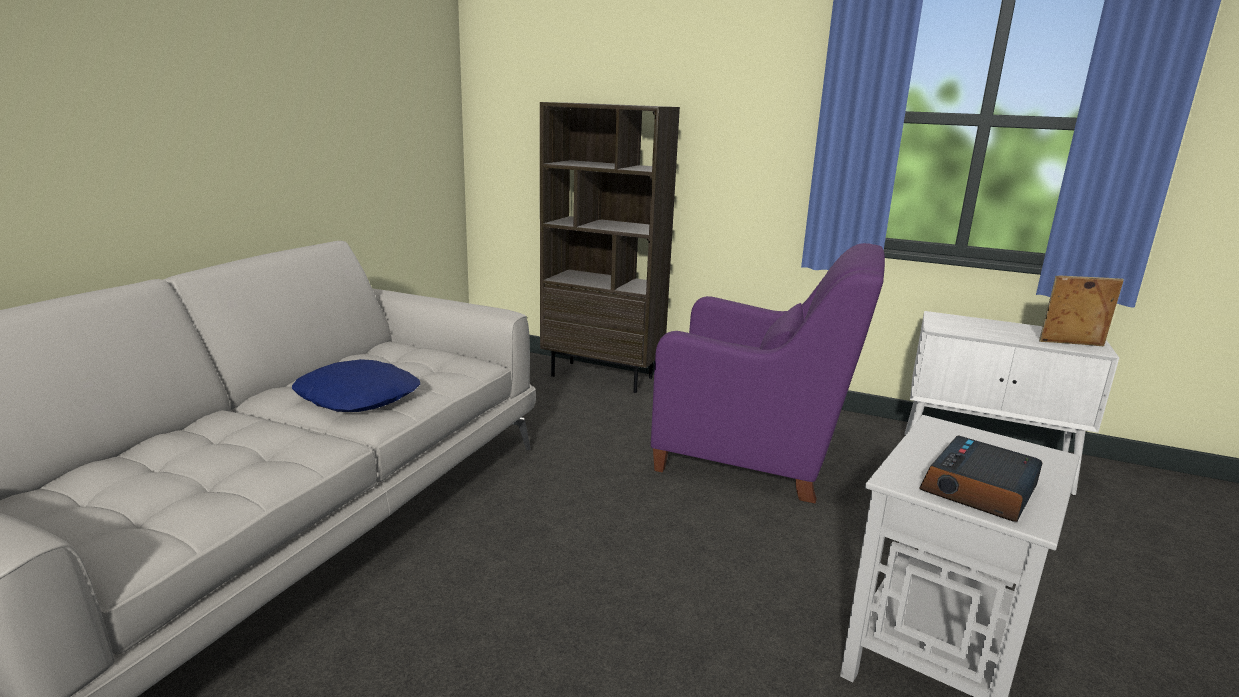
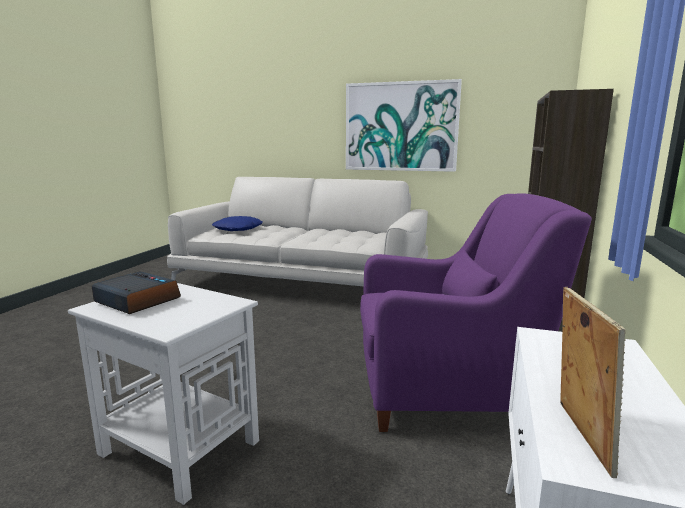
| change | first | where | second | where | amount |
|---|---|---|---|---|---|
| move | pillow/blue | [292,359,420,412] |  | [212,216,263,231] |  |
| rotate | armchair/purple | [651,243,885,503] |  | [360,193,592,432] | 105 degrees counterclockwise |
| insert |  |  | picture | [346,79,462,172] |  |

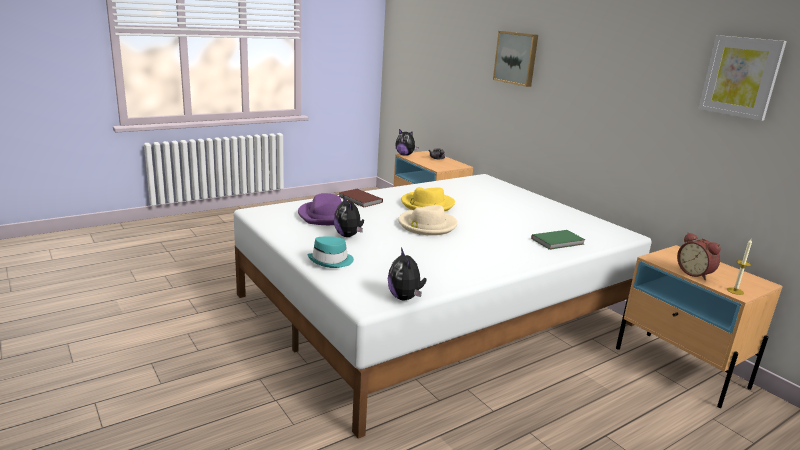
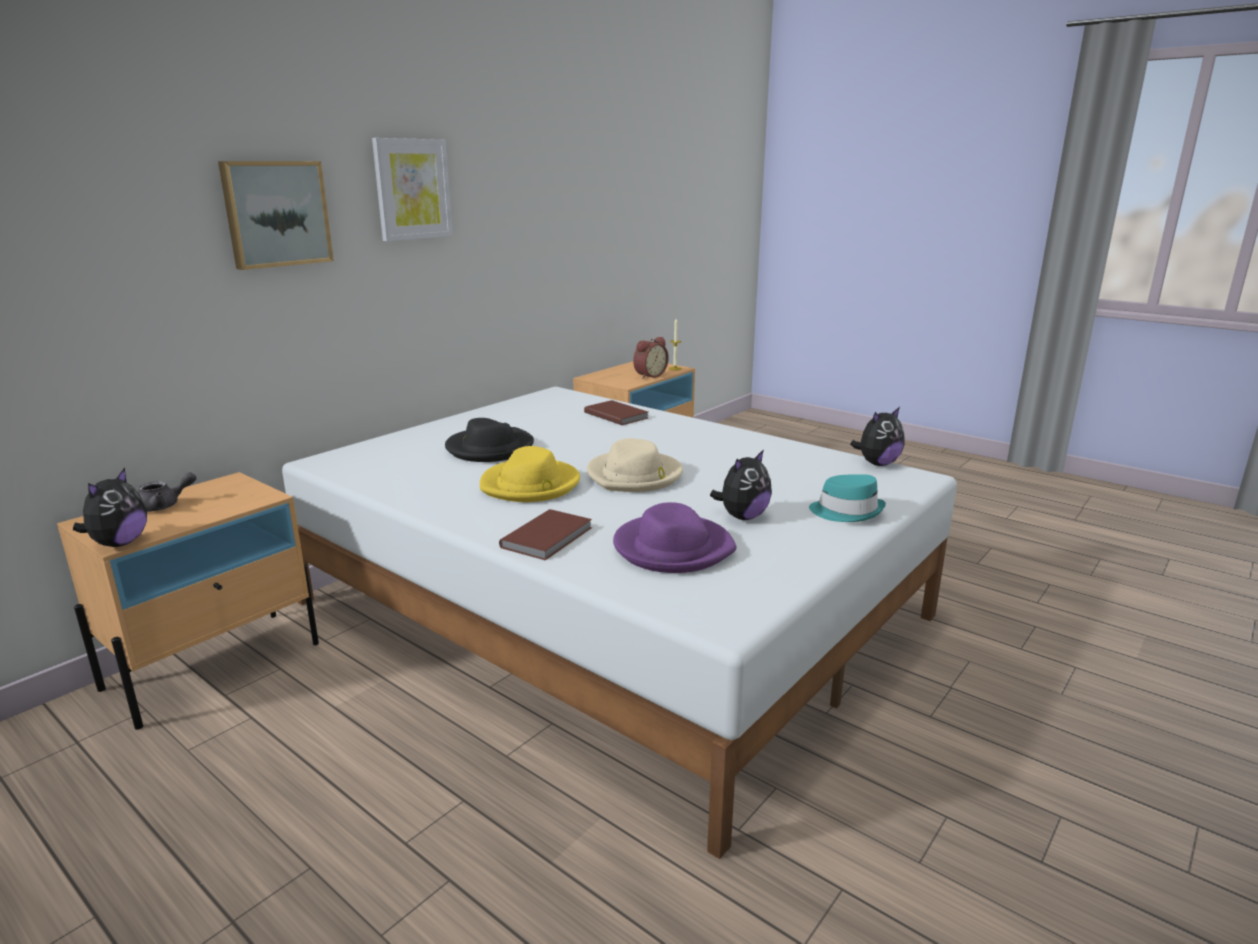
| change | first | where | second | where | amount |
|---|---|---|---|---|---|
| recolor | book/green | [531,230,585,250] | book/brown | [584,400,648,425] |  |
| move | picture | [698,35,787,121] |  | [372,138,453,241] |  |
| insert |  |  | hat/black | [445,418,534,462] |  |

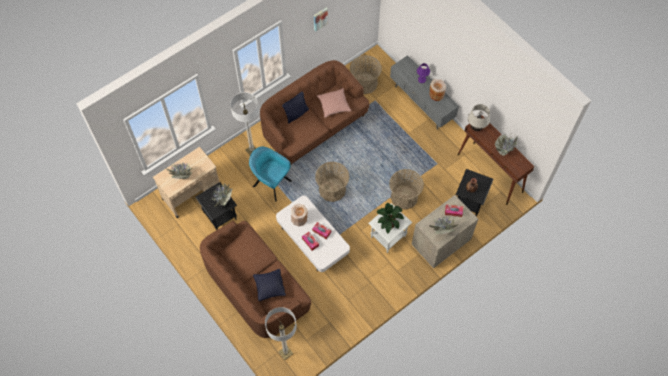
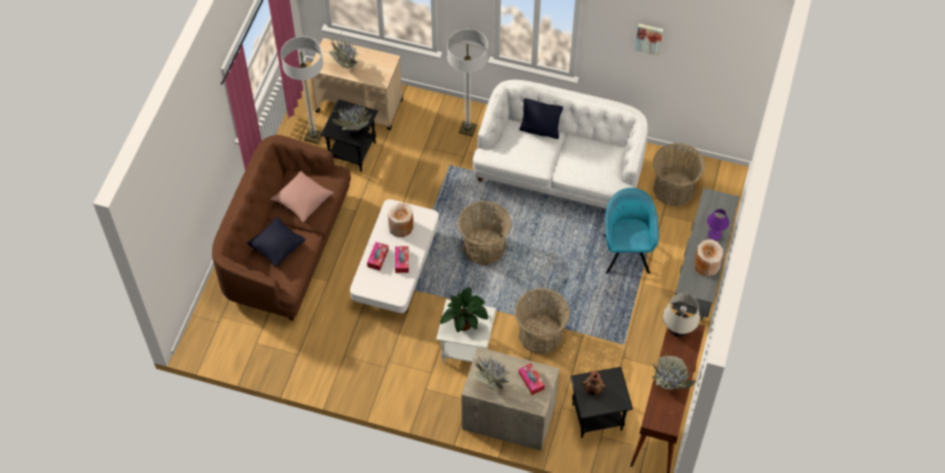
| change | first | where | second | where | amount |
|---|---|---|---|---|---|
| move | armchair/turquoise | [249,146,292,201] |  | [604,188,659,274] |  |
| recolor | sofa/brown | [260,60,369,164] | sofa/white | [473,80,648,209] |  |
| move | floor lamp | [265,307,297,360] |  | [281,36,323,144] |  |
| move | pillow/pink | [317,88,351,118] |  | [270,171,334,223] |  |

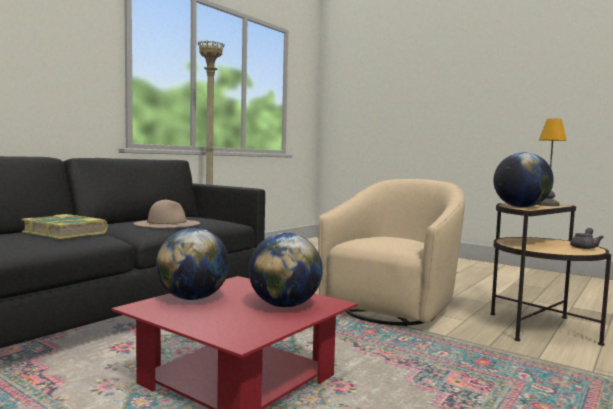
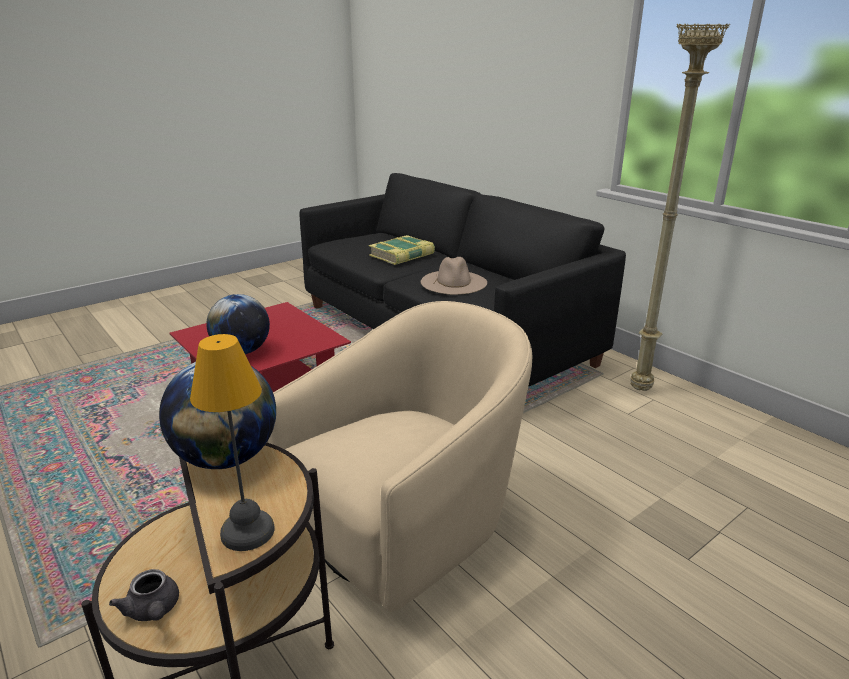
| change | first | where | second | where | amount |
|---|---|---|---|---|---|
| delete | globe | [156,228,230,300] |  |  |  |
| rotate | armchair/beige | [318,179,465,326] |  | [267,301,532,612] | 90 degrees counterclockwise |

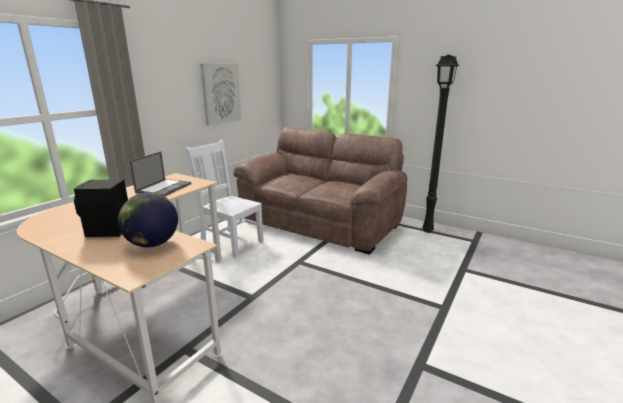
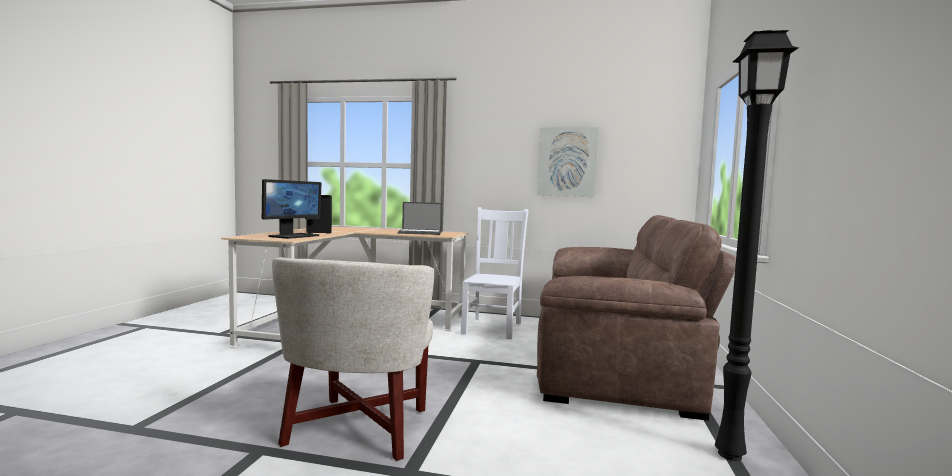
| change | first | where | second | where | amount |
|---|---|---|---|---|---|
| replace | globe | [118,192,178,247] | monitor | [262,179,321,239] |  |
| insert |  |  | armchair/white | [272,257,434,461] |  |

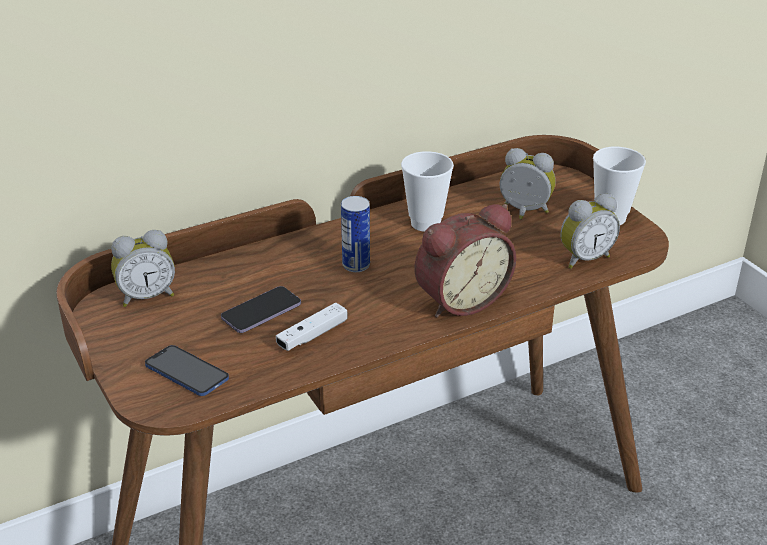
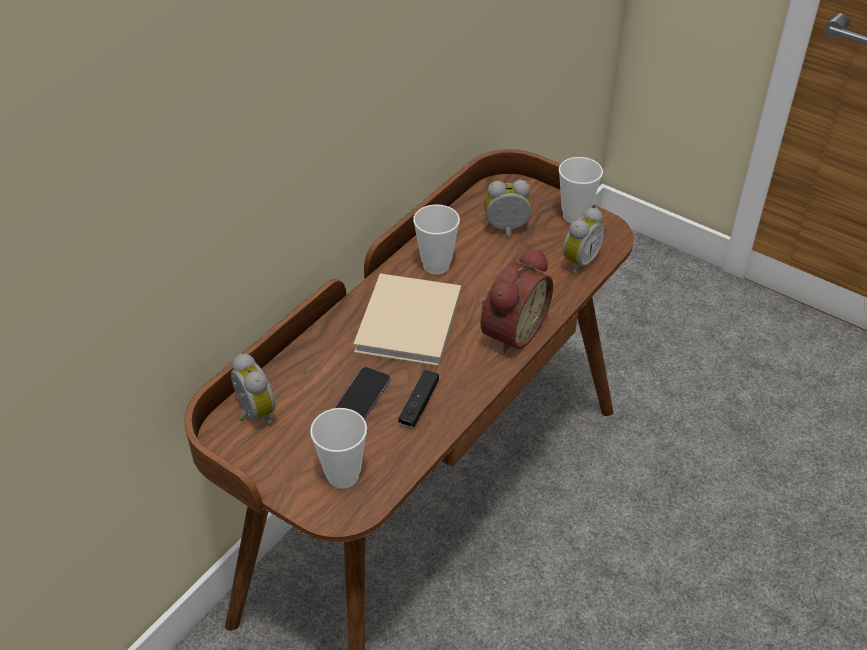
| change | first | where | second | where | amount |
|---|---|---|---|---|---|
| rotate | alarm clock | [111,230,175,307] |  | [231,354,276,426] | 75 degrees counterclockwise |
| replace | phone | [145,345,229,396] | cup | [310,408,367,489] |  |
| recolor | game controller/white | [276,302,348,351] | game controller/black | [399,370,439,427] |  |
| replace | can | [341,196,370,272] | book/beige | [353,273,461,366] |  |

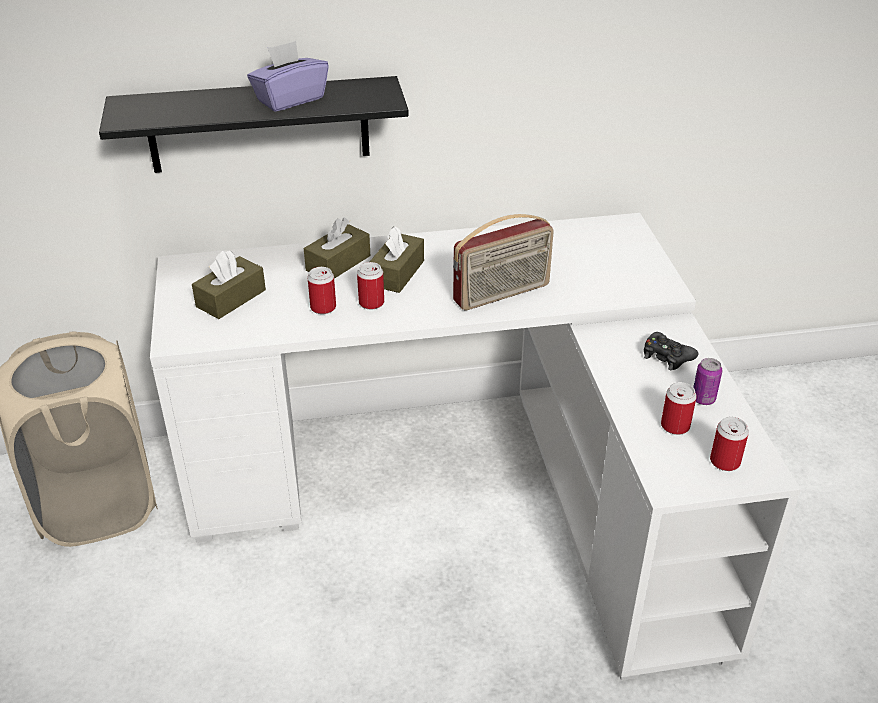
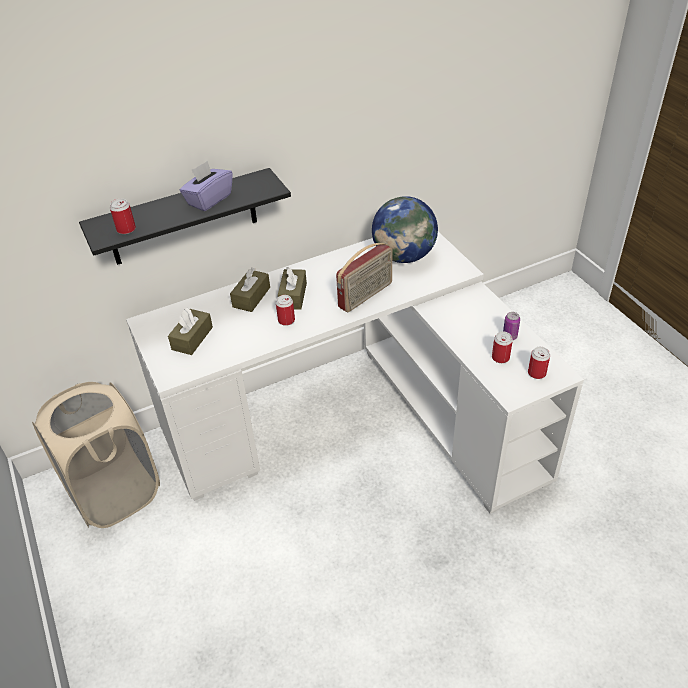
| change | first | where | second | where | amount |
|---|---|---|---|---|---|
| move | can | [307,267,336,314] |  | [110,198,136,234] |  |
| delete | game controller/black | [644,332,698,370] |  |  |  |
| insert |  |  | globe | [372,196,438,263] |  |

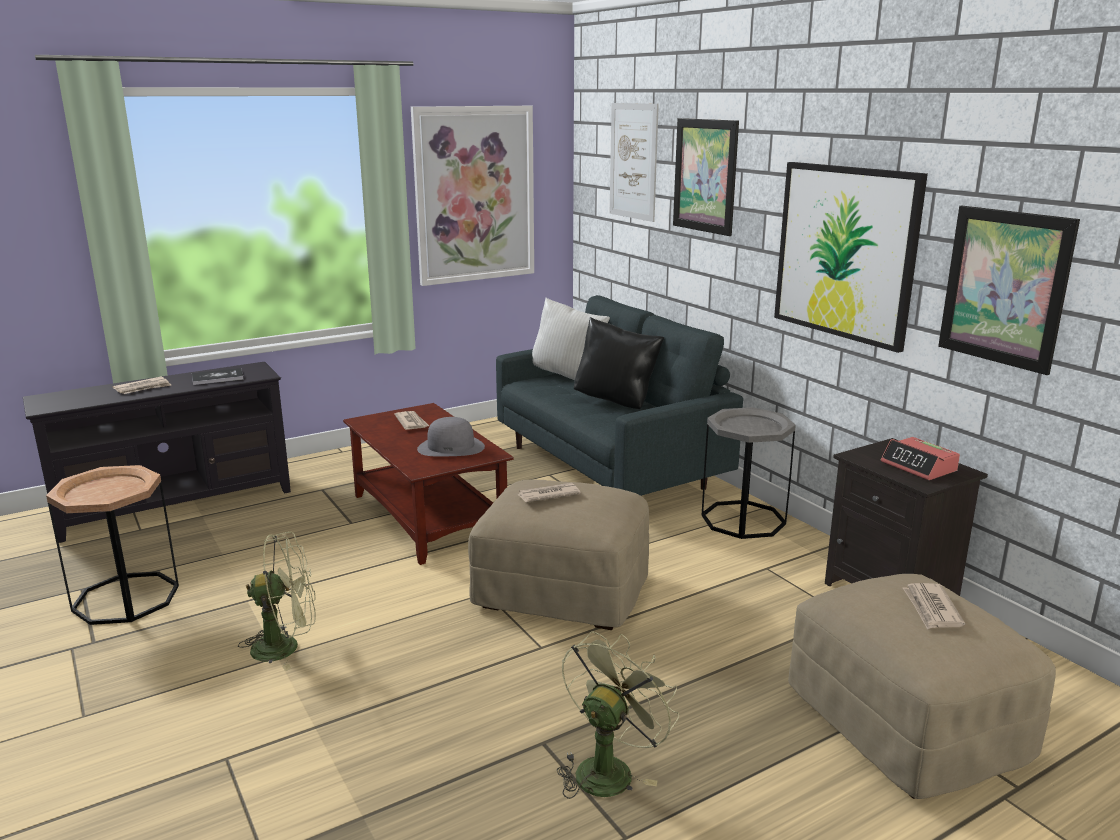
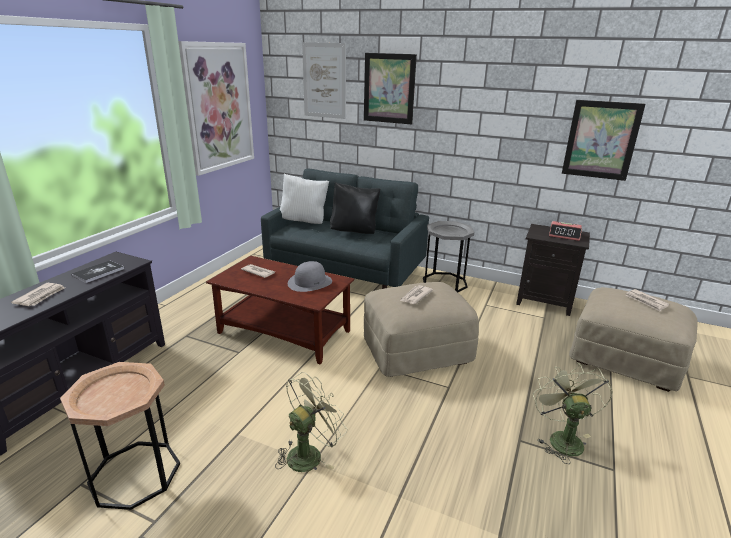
| change | first | where | second | where | amount |
|---|---|---|---|---|---|
| delete | picture | [774,162,928,353] |  |  |  |

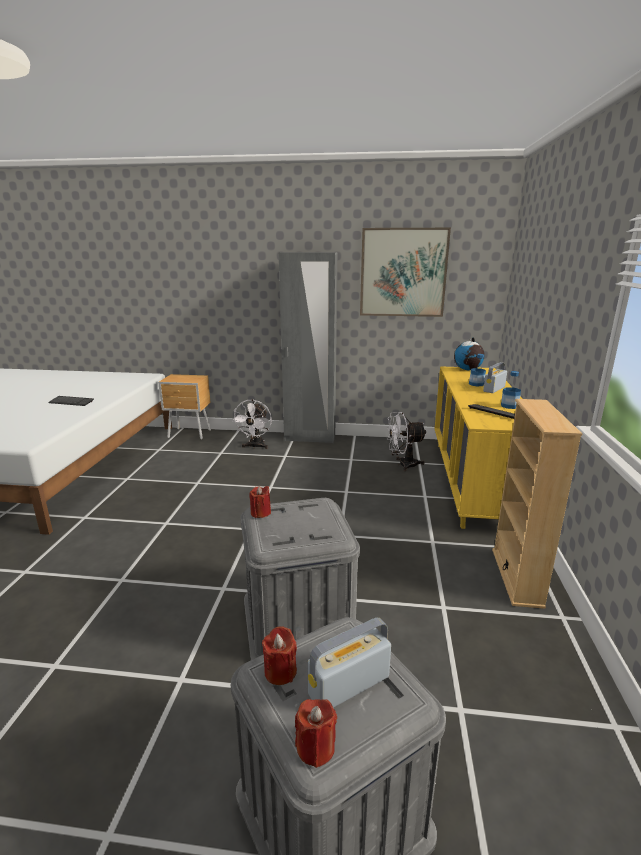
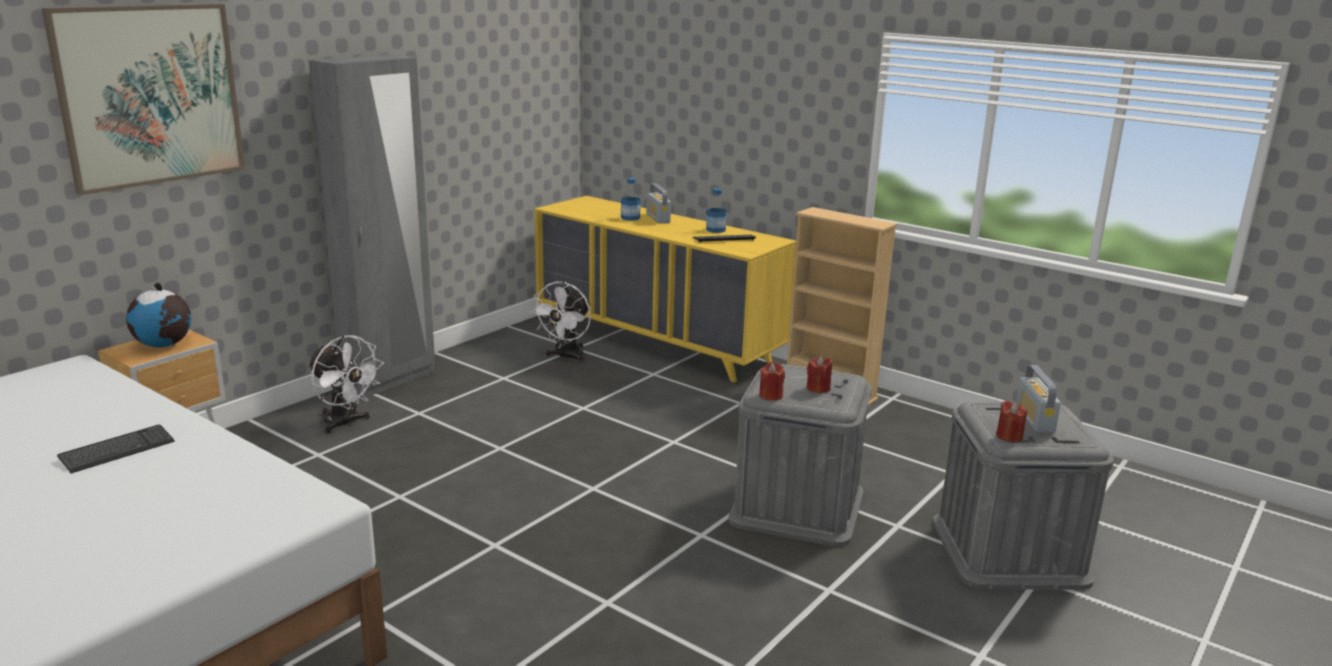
| change | first | where | second | where | amount |
|---|---|---|---|---|---|
| move | candle/red | [295,699,337,768] |  | [807,356,832,393] |  |
| move | picture | [360,228,451,317] |  | [42,4,245,195] |  |
| move | globe | [454,337,485,370] |  | [126,282,192,347] |  |

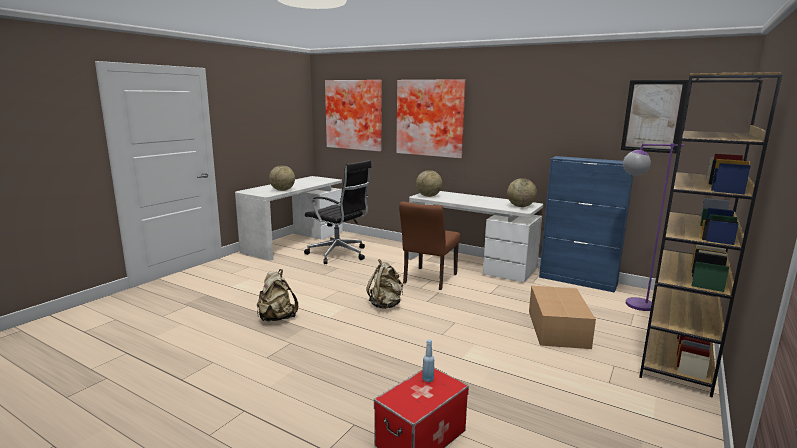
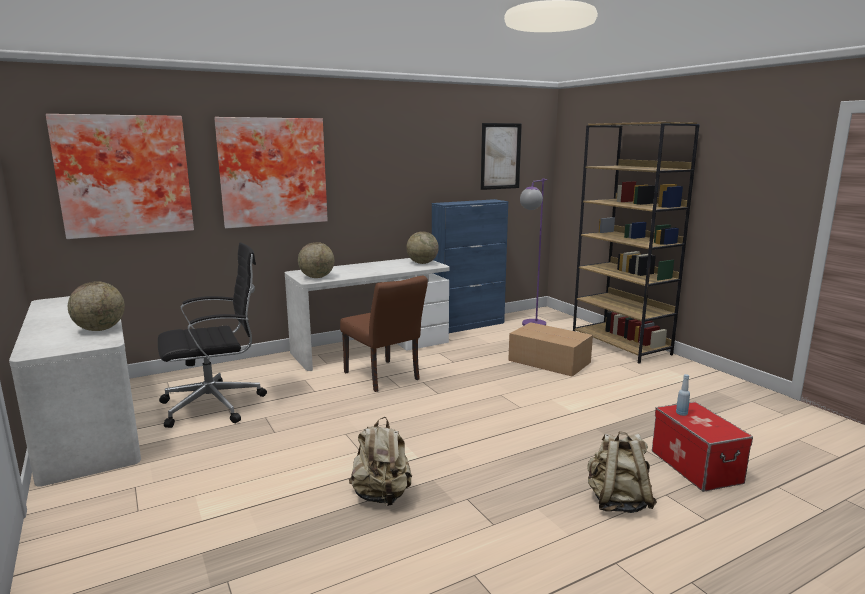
| change | first | where | second | where | amount |
|---|---|---|---|---|---|
| move | backpack/beige | [367,259,403,309] |  | [587,431,657,513] |  |

